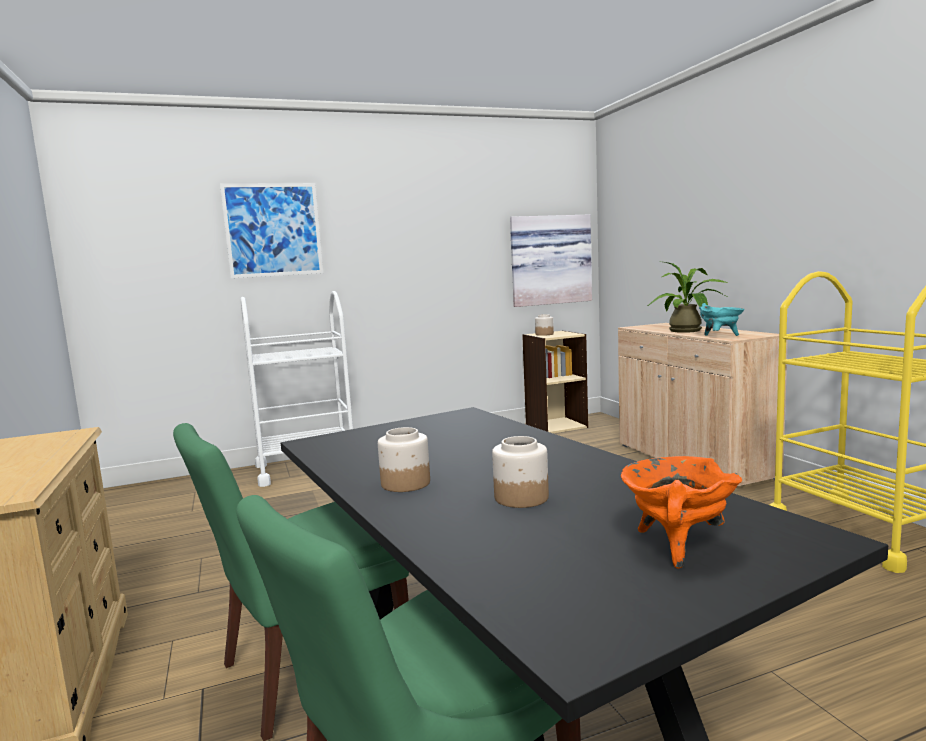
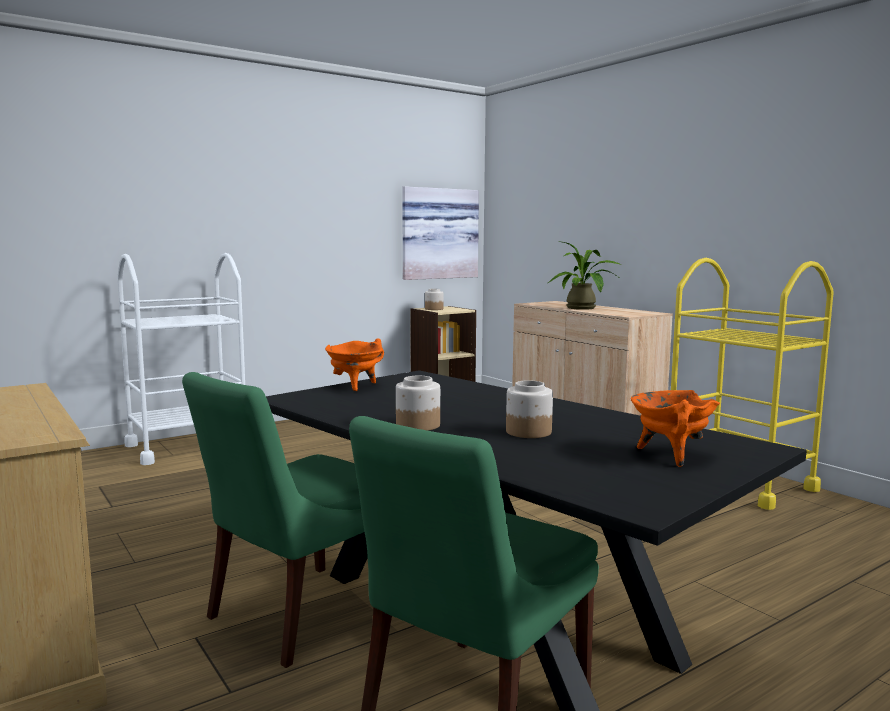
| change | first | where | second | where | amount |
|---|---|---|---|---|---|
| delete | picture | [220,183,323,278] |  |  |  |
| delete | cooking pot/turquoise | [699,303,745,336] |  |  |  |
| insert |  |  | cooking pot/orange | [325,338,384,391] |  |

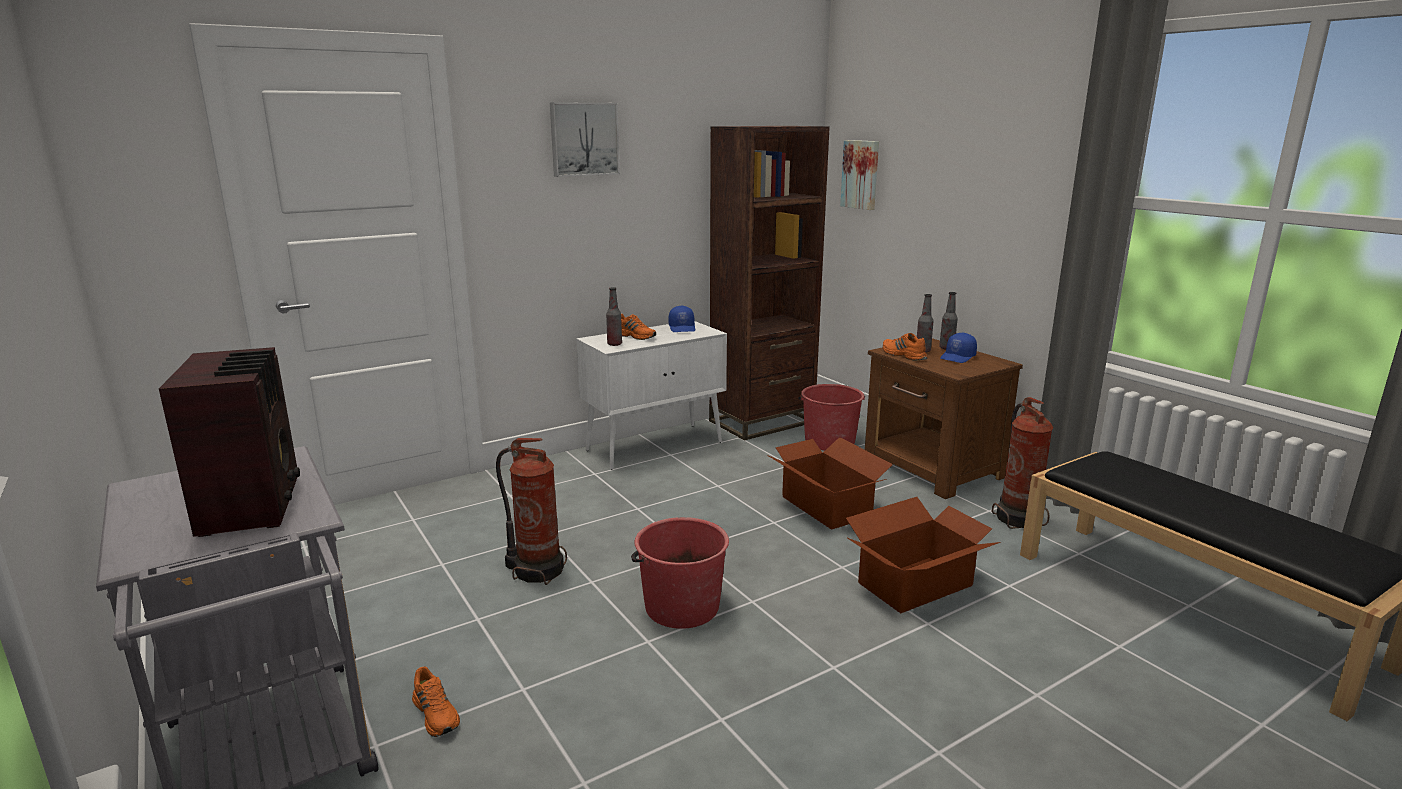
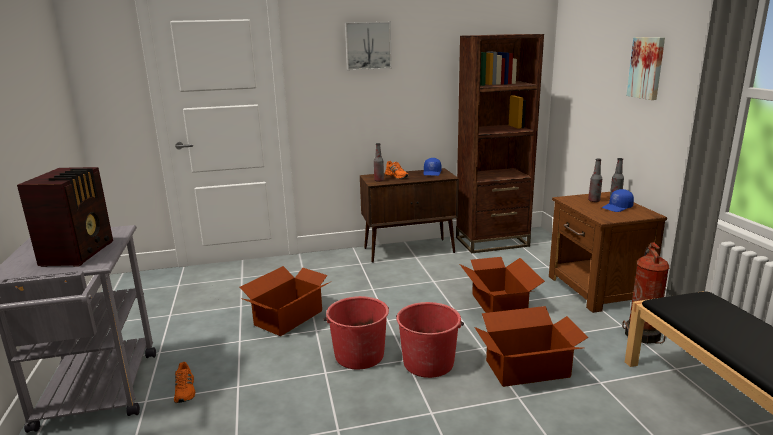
| change | first | where | second | where | amount |
|---|---|---|---|---|---|
| replace | fire extinguisher | [496,438,567,585] | cardboard box | [240,266,332,336] |  |
| recolor | cabinet/white | [576,321,727,470] | cabinet/brown | [360,168,459,263] |  |
| move | bucket/red | [798,384,865,451] |  | [396,302,464,378] |  |
| move | picture | [840,140,879,210] |  | [627,37,665,100] |  |
| delete | shoe/orange | [883,333,928,361] |  |  |  |

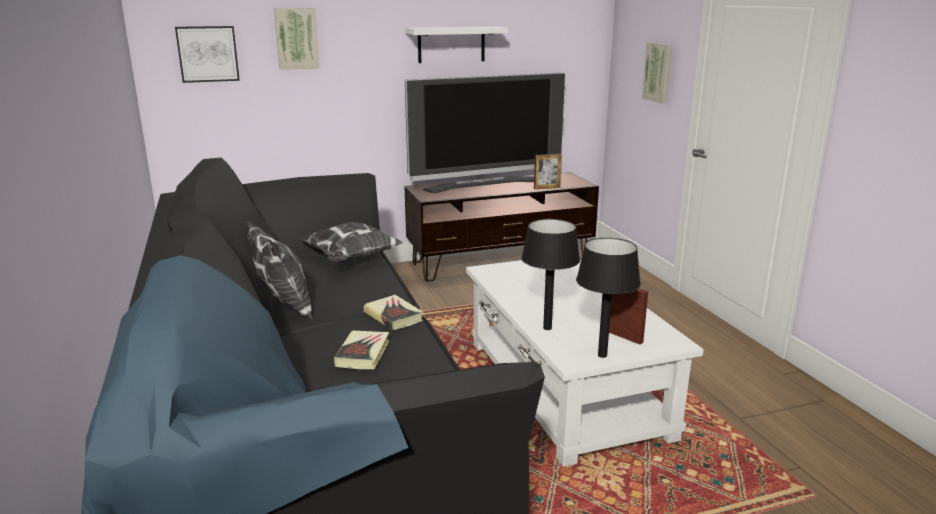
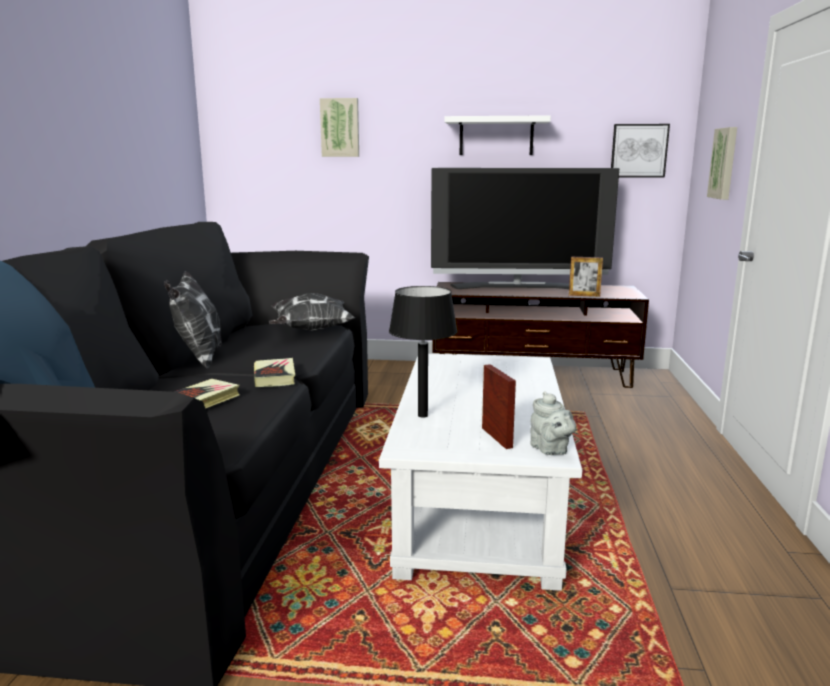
| change | first | where | second | where | amount |
|---|---|---|---|---|---|
| move | picture | [175,26,240,83] |  | [611,124,670,178] |  |
| delete | table lamp/black | [576,238,641,358] |  |  |  |
| insert |  |  | teapot/grey | [530,391,576,455] |  |

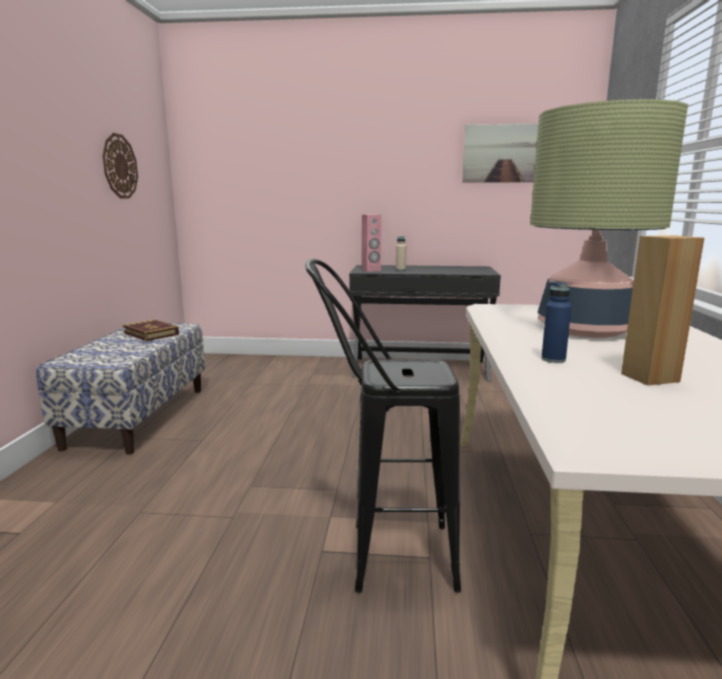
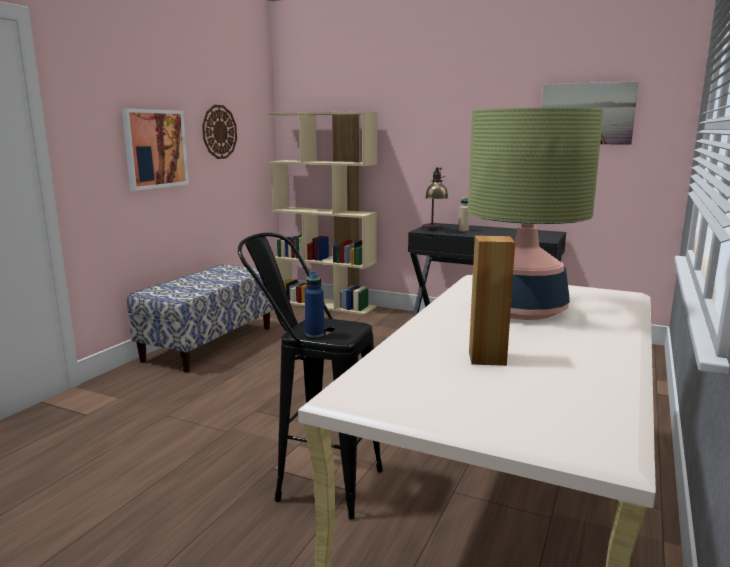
| change | first | where | second | where | amount |
|---|---|---|---|---|---|
| delete | book | [122,319,179,341] |  |  |  |
| replace | speaker/pink | [362,215,382,272] | table lamp | [421,167,448,230] |  |
| move | bottle/blue | [541,281,572,363] |  | [304,272,324,338] |  |
| insert |  |  | picture | [122,108,189,191] |  |
| insert |  |  | bookcase/beige | [268,111,378,315] |  |

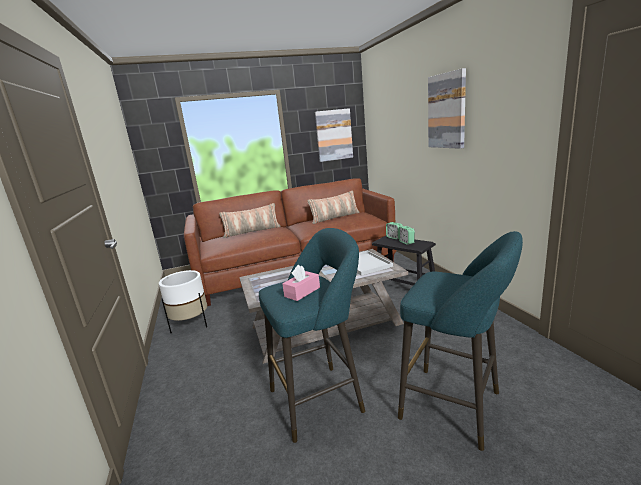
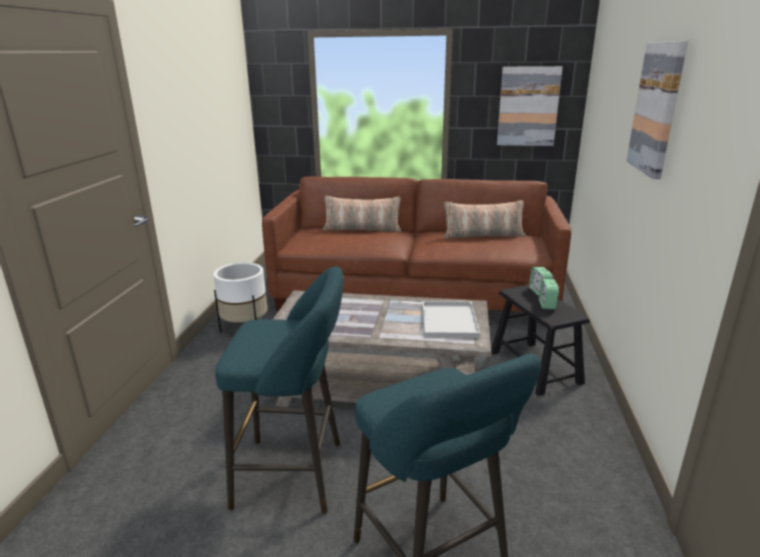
| change | first | where | second | where | amount |
|---|---|---|---|---|---|
| delete | tissue box/pink | [282,265,320,301] |  |  |  |

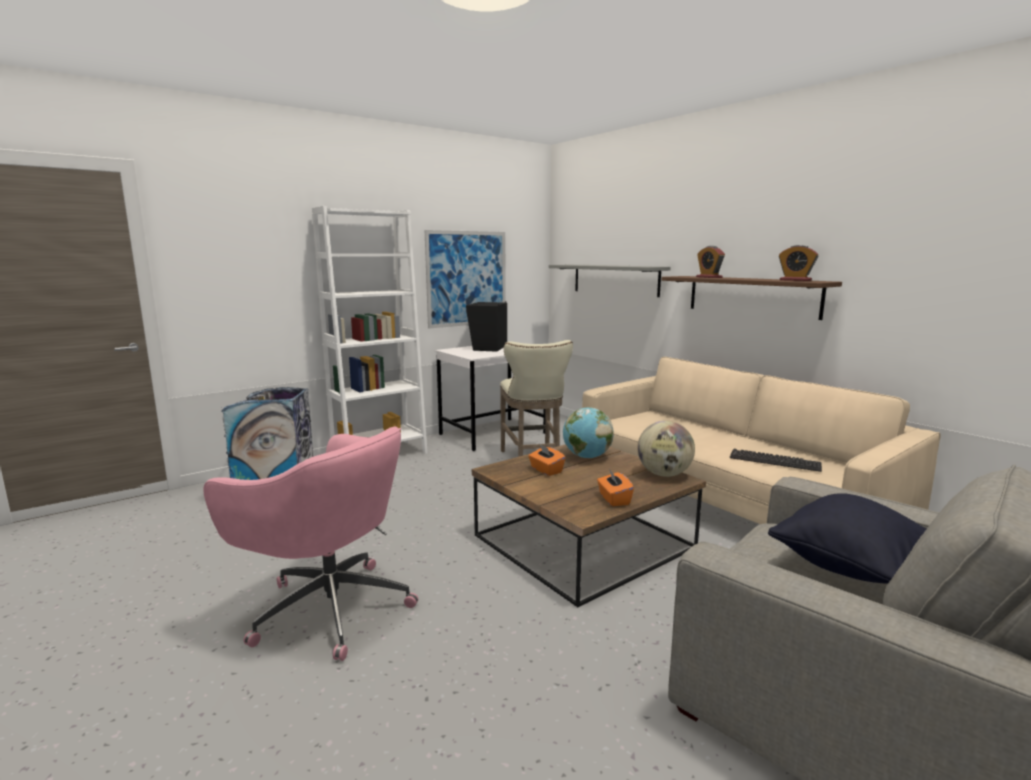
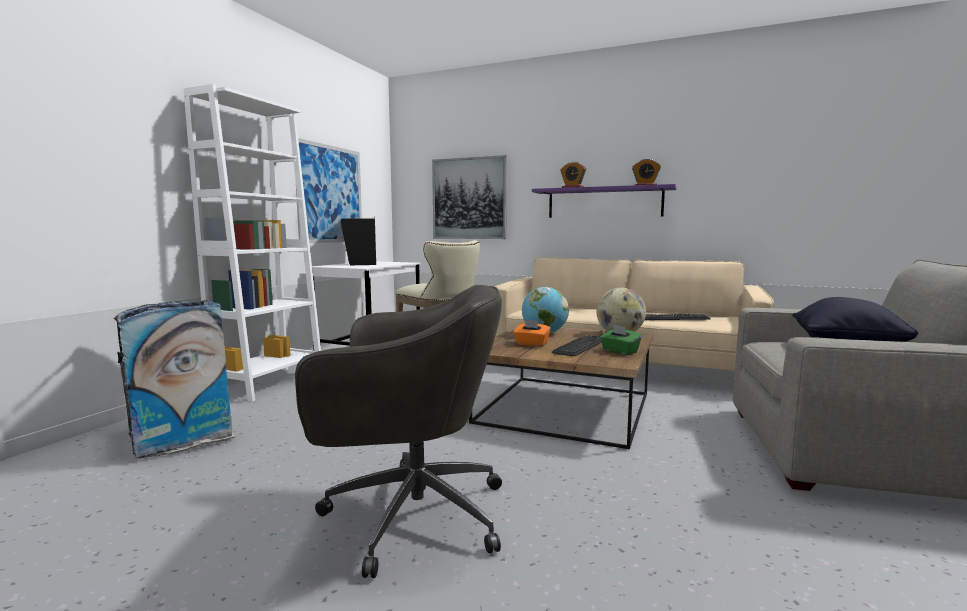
| change | first | where | second | where | amount |
|---|---|---|---|---|---|
| recolor | office chair/pink | [204,426,418,661] | office chair/grey | [295,285,502,578] |  |
| replace | shelf/grey | [549,265,671,297] | picture | [432,155,507,239] |  |
| recolor | tissue box/orange | [597,469,634,506] | tissue box/green | [600,324,642,355] |  |
| recolor | shelf/brown | [662,276,842,320] | shelf/purple | [532,184,677,218] |  |
| insert |  |  | keyboard | [552,335,601,356] |  |

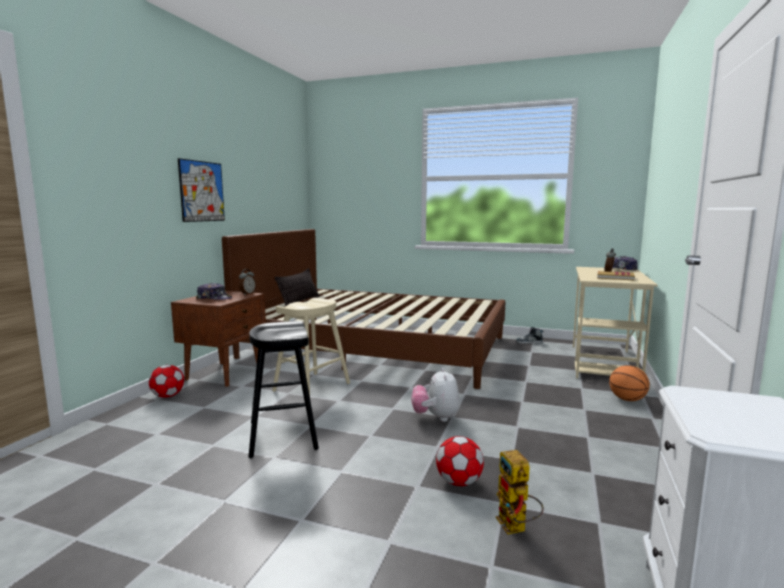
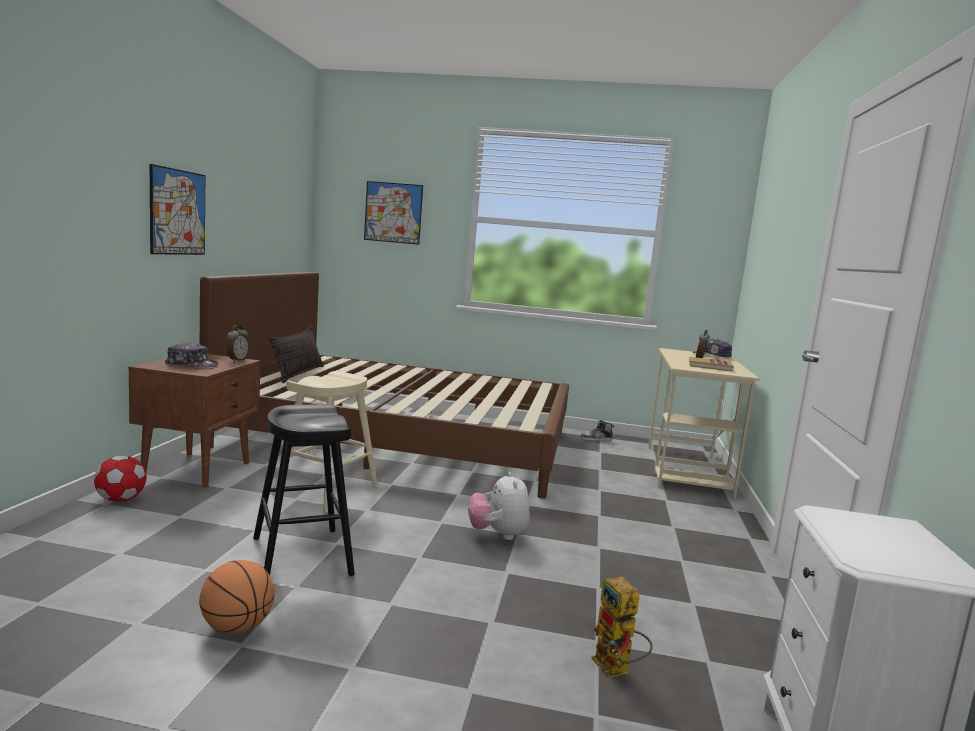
| change | first | where | second | where | amount |
|---|---|---|---|---|---|
| delete | football | [436,436,484,486] |  |  |  |
| move | basketball | [609,365,650,401] |  | [199,560,275,634] |  |
| insert |  |  | picture | [364,181,423,245] |  |

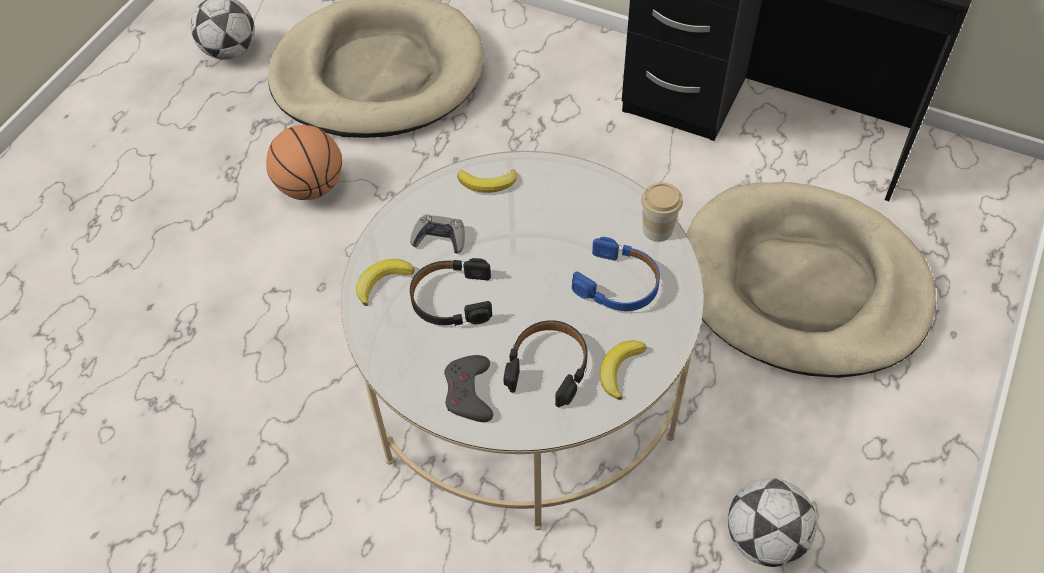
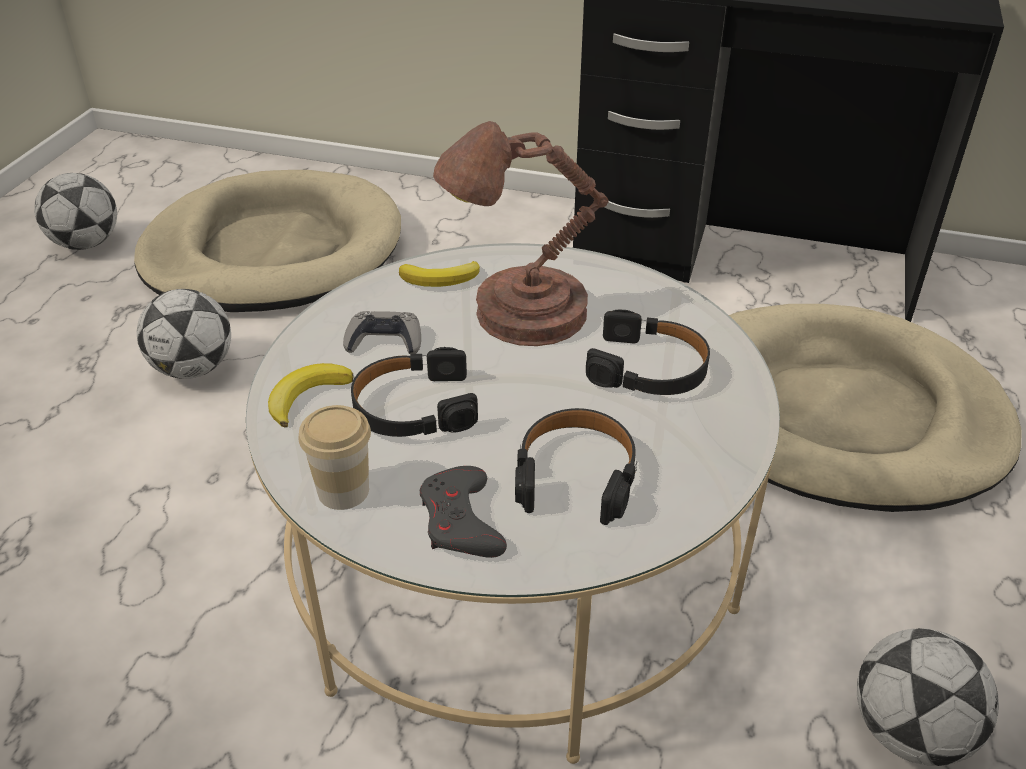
| change | first | where | second | where | amount |
|---|---|---|---|---|---|
| replace | basketball | [266,125,342,200] | football | [137,289,231,379] |  |
| recolor | headphones/blue | [572,237,660,311] | headphones/black | [586,310,710,395] |  |
| delete | banana | [600,340,646,400] |  |  |  |
| move | cup | [641,183,683,242] |  | [298,405,371,510] |  |
| insert |  |  | table lamp/brown | [433,121,608,346] |  |

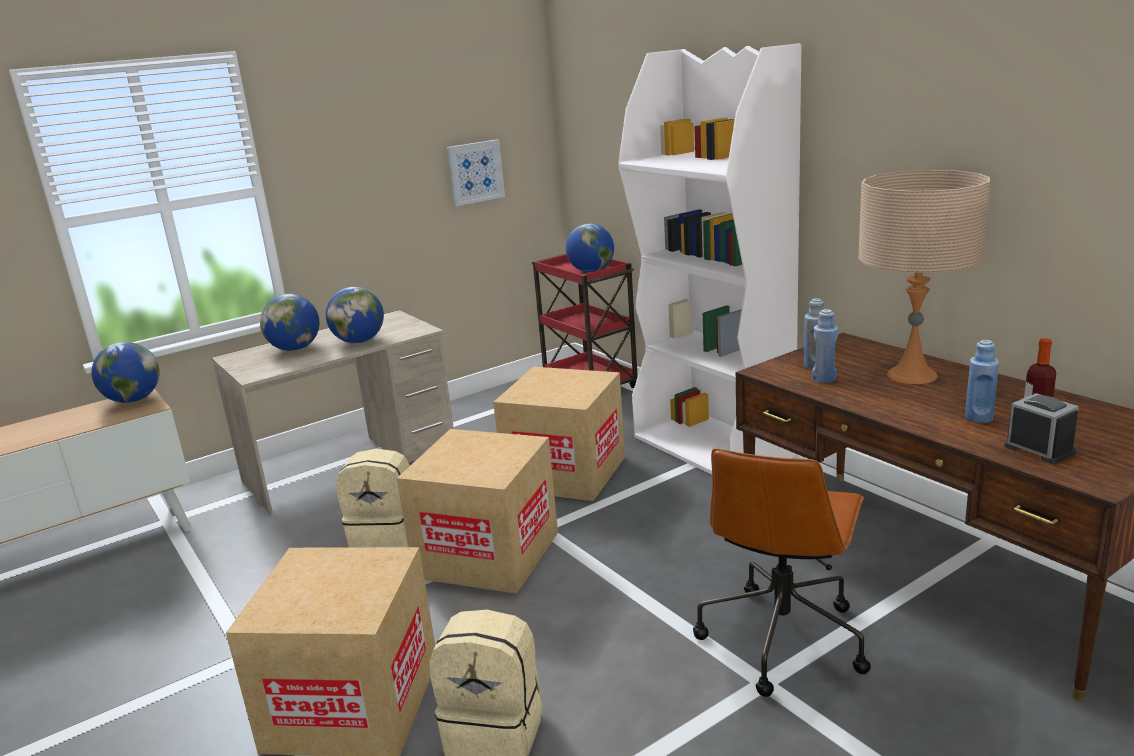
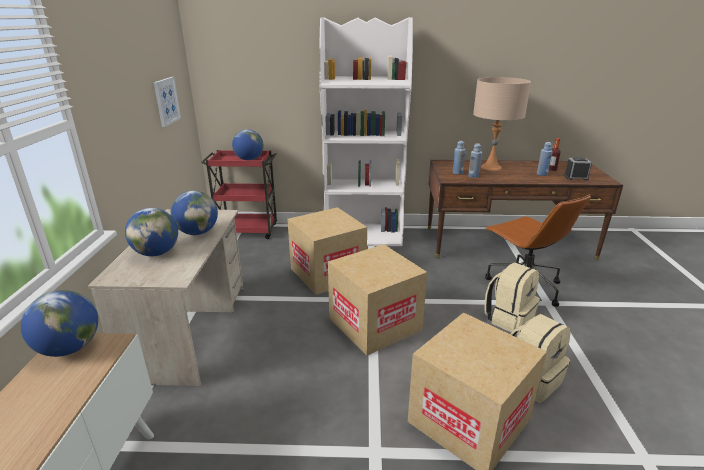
| change | first | where | second | where | amount |
|---|---|---|---|---|---|
| move | backpack/beige | [336,449,409,547] |  | [485,262,540,334] |  |

